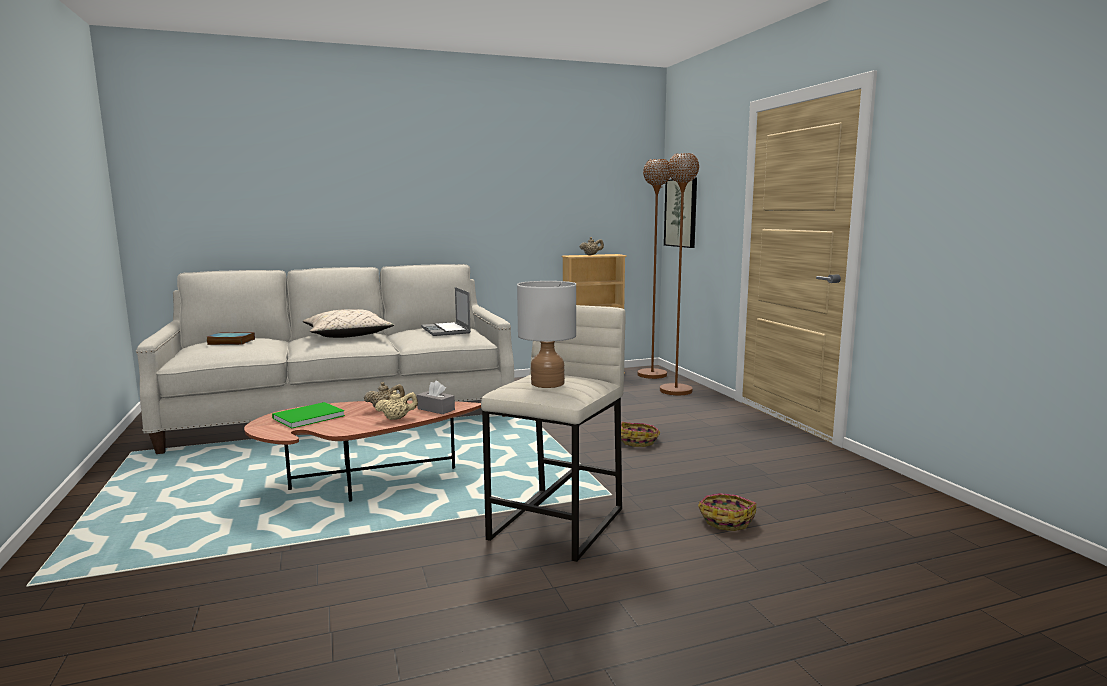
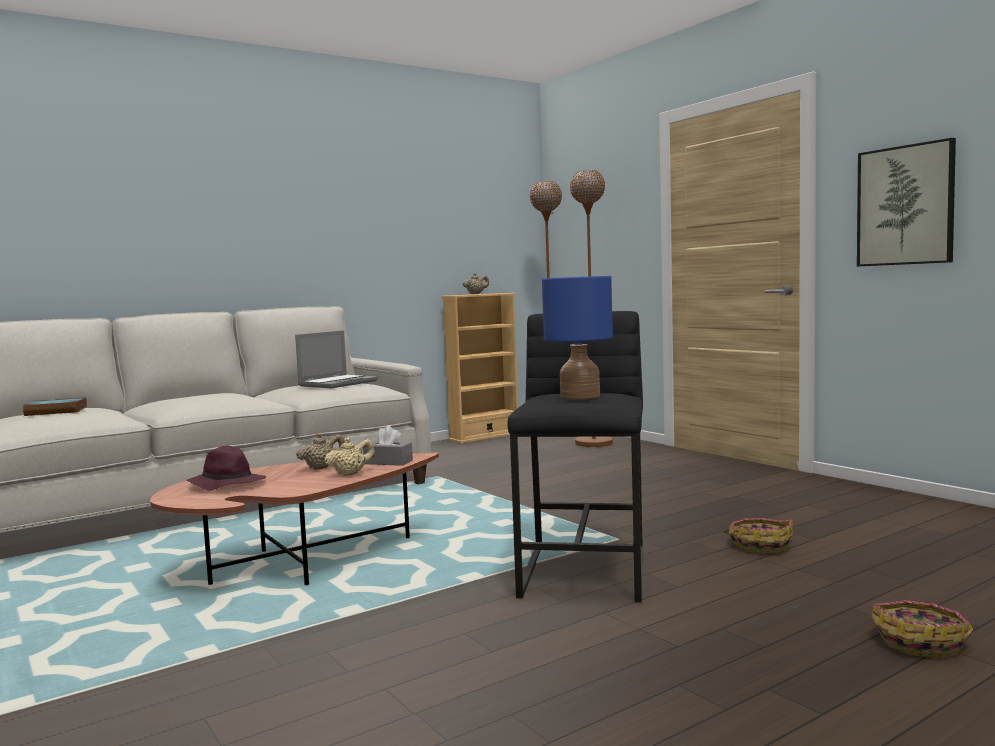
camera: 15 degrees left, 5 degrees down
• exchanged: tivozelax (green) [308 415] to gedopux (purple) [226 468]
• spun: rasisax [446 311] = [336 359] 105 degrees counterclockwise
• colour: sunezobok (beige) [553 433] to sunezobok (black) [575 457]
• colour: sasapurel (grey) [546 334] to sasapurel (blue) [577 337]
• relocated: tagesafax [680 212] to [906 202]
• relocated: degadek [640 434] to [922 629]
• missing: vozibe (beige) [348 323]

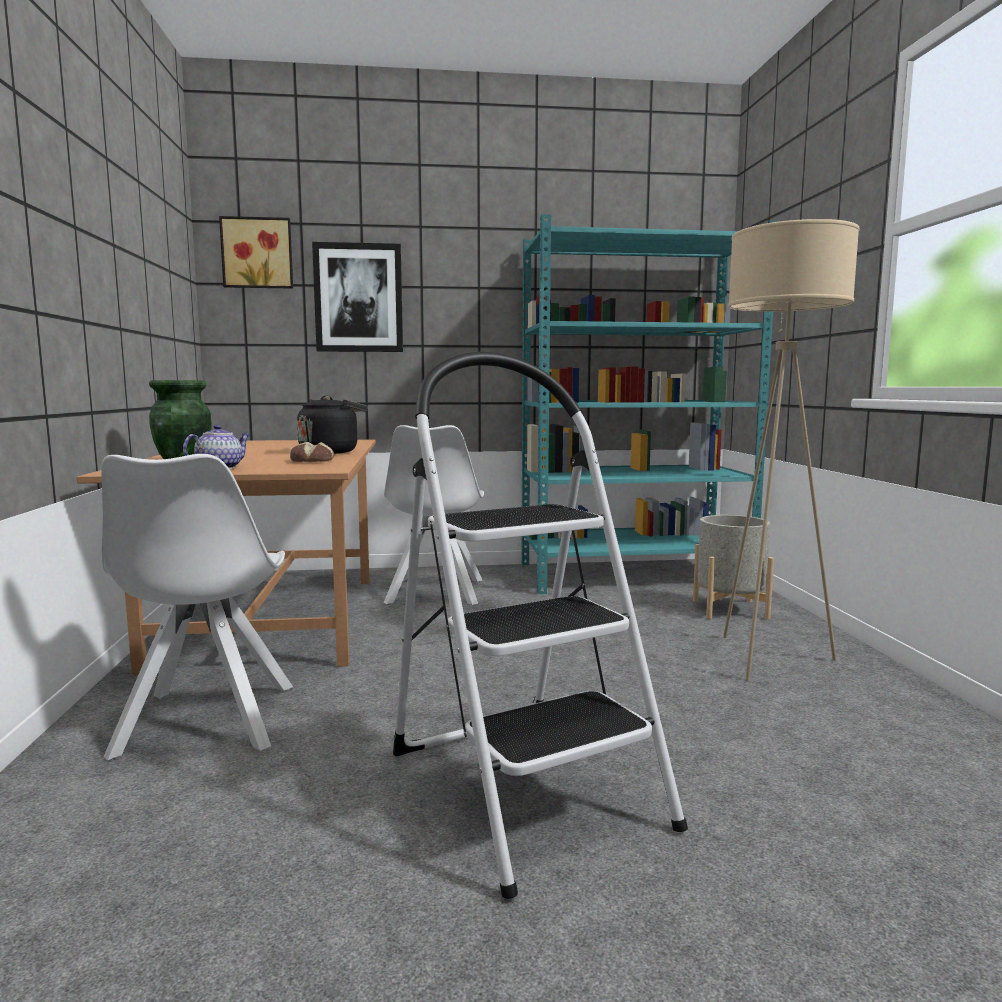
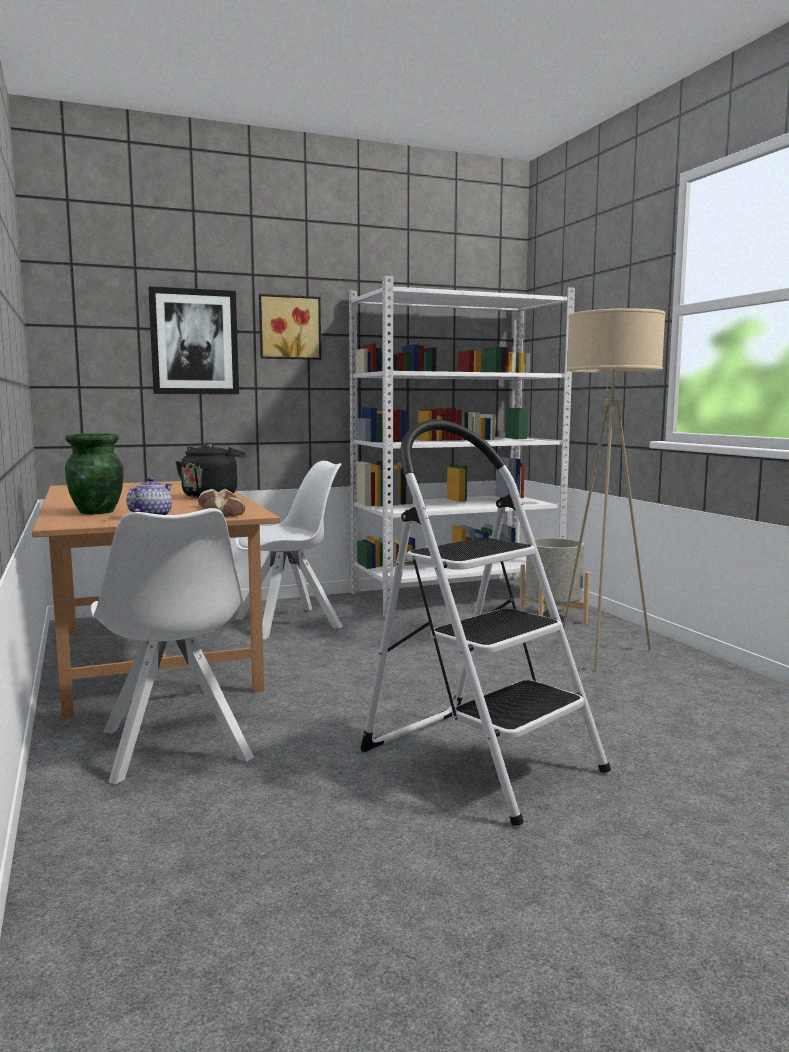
camera: 15 degrees left, 0 degrees up
• appeared: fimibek [224 506]
• spun: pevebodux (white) [434 515] = [289 550] 105 degrees counterclockwise
• relocated: tagesafax [256 252] to [290 327]
• colour: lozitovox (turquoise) [650 404] to lozitovox (white) [462 447]

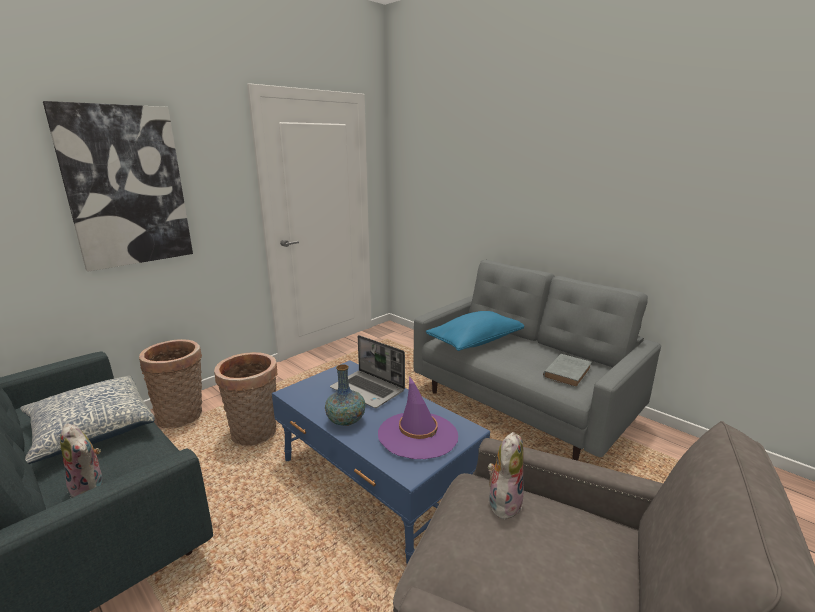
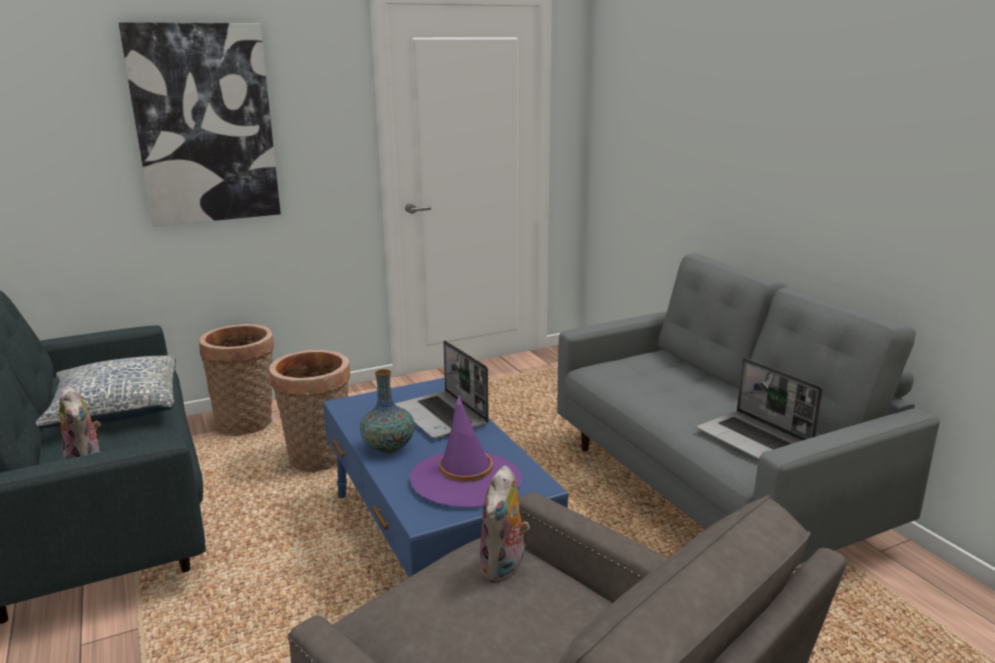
camera: 20 degrees right, 0 degrees up
• spun: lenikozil [506 475] = [505 524] 150 degrees clockwise
• exchanged: tivozelax (grey) [567 371] to rasisax [759 408]
• missing: vozibe (blue) [475 331]

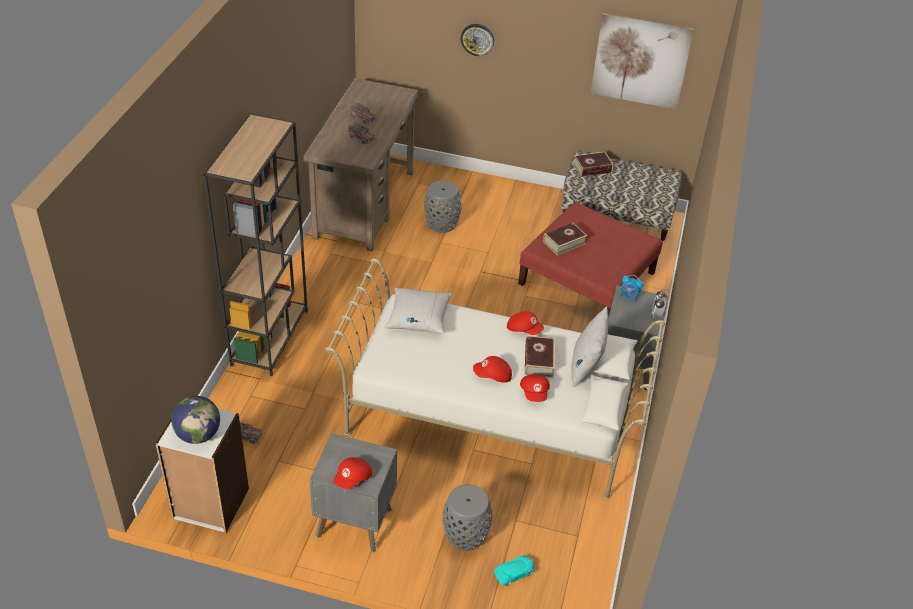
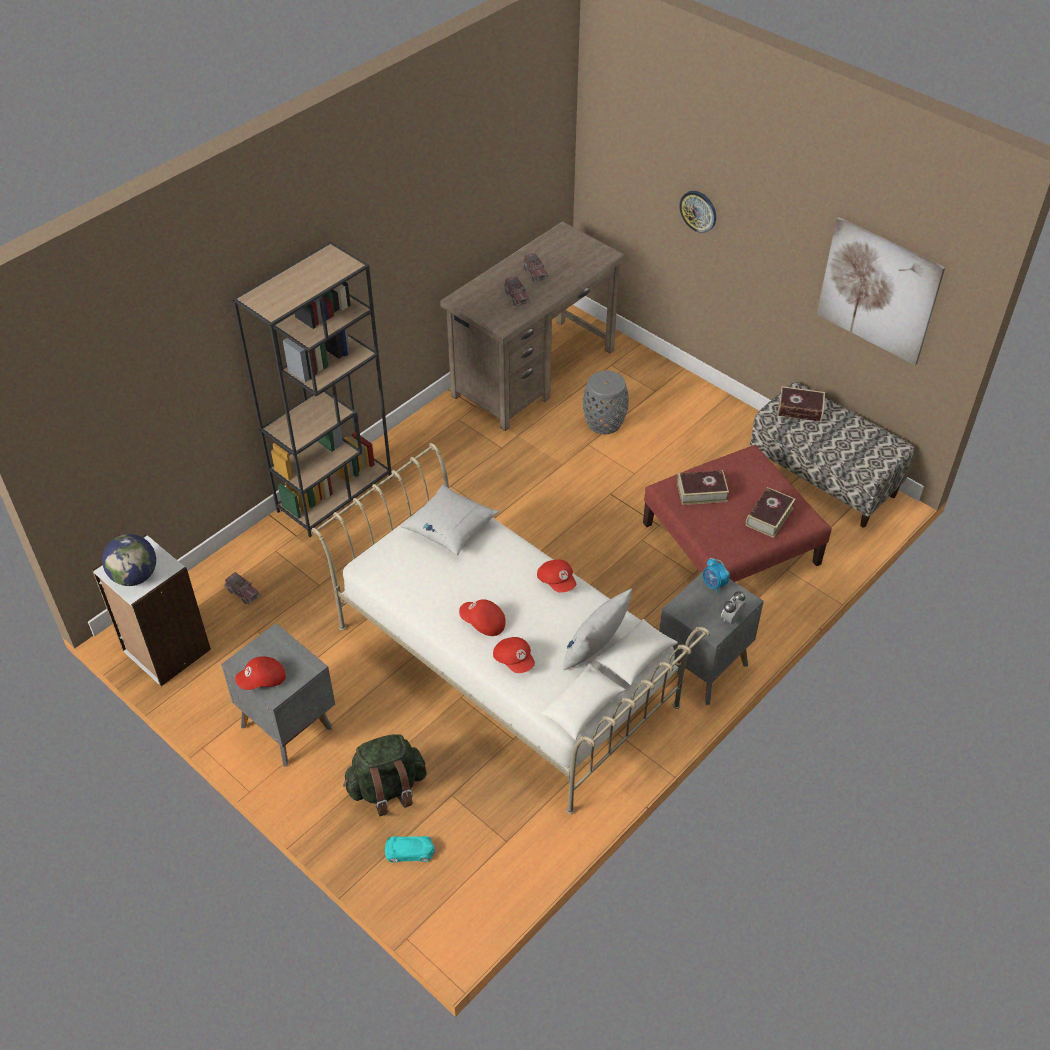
camera: 30 degrees right, 5 degrees up
• exchanged: sunezobok (grey) [467 517] to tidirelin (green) [385 775]
• spun: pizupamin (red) [535 388] = [514 655] 60 degrees counterclockwise
• relocated: tivozelax [540 357] to [771 512]

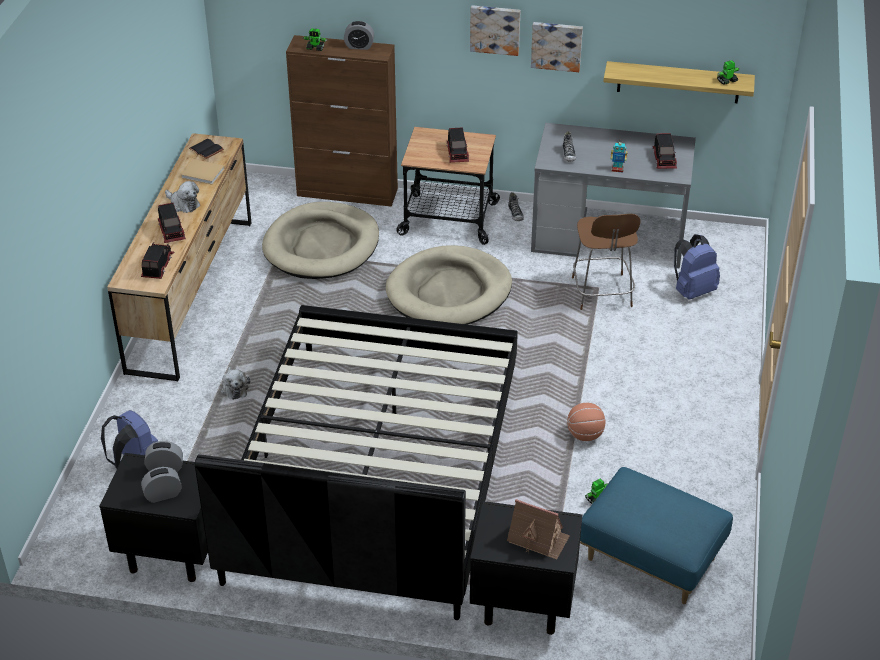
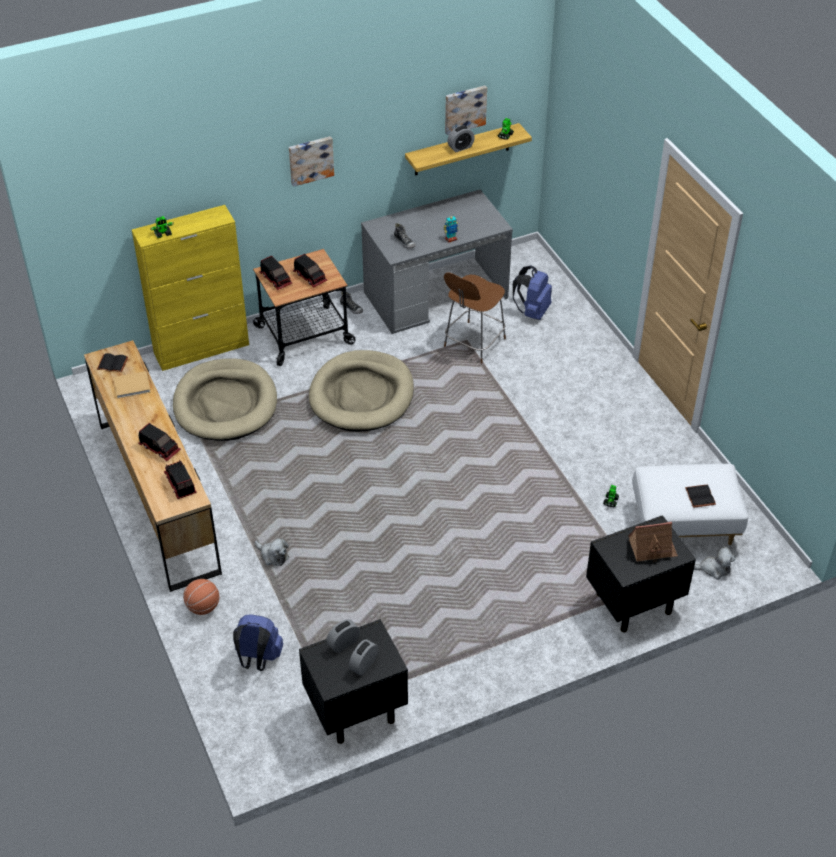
camera: 35 degrees left, 5 degrees up
• colour: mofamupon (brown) [342 121] to mofamupon (yellow) [190 288]
• relocated: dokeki [586 422] to [201 597]
• relocated: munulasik [664 151] to [275 273]
• spun: pevebodux (brown) [606 262] = [475 318] 75 degrees clockwise
• relocated: tagesafax [557 47] to [466 110]
• relocated: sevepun [359 35] to [461 138]
• colour: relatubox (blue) [656 535] to relatubox (white) [690 504]
• appeared: tivozelax (black) [700 496]
• relocated: lenikozil [182 197] to [714 563]
• missing: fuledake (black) [356 462]

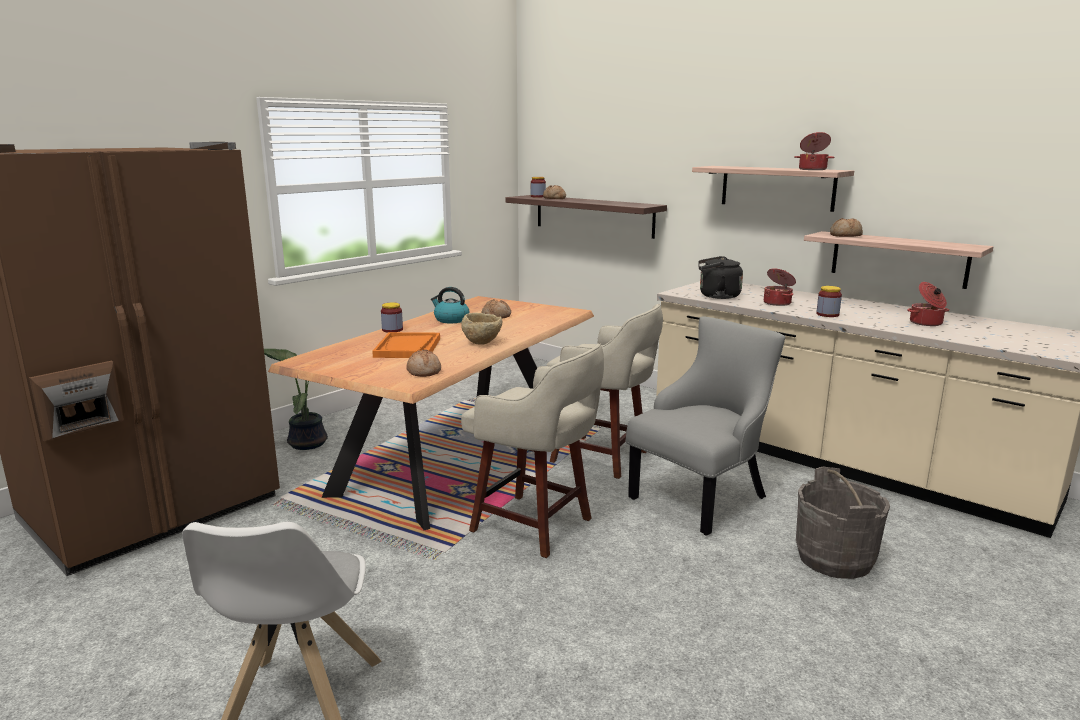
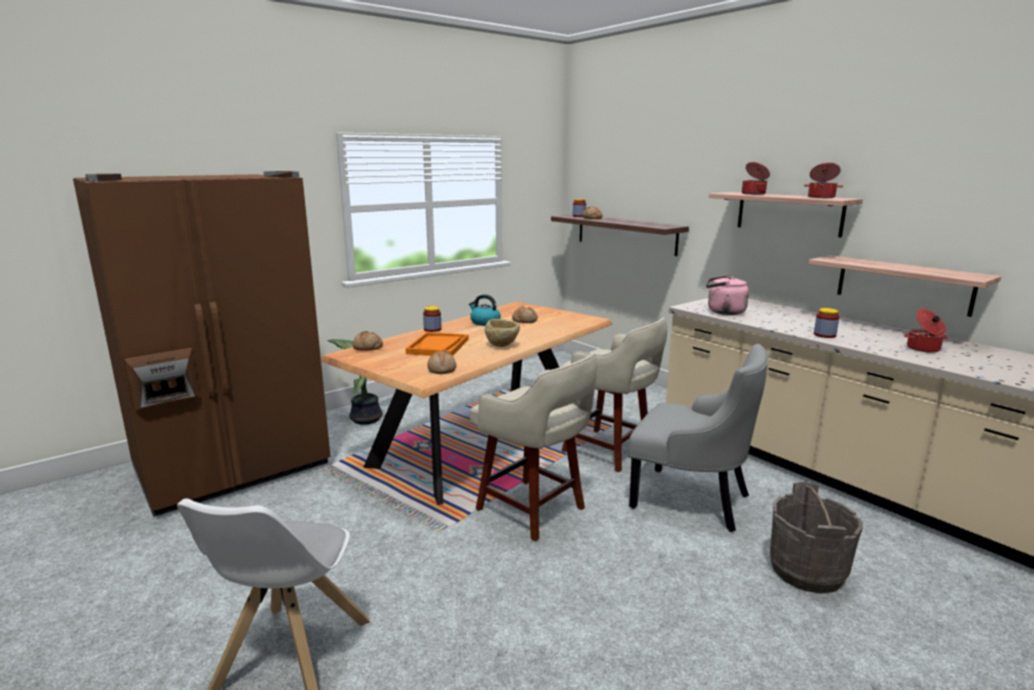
camera: 10 degrees right, 0 degrees up
• relocated: fimibek [846 227] to [367 340]
• spun: pevebodux (grey) [705 426] = [698 438] 60 degrees clockwise
• colour: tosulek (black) [720 277] to tosulek (pink) [727 295]
• relocated: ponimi [780 287] to [756 178]

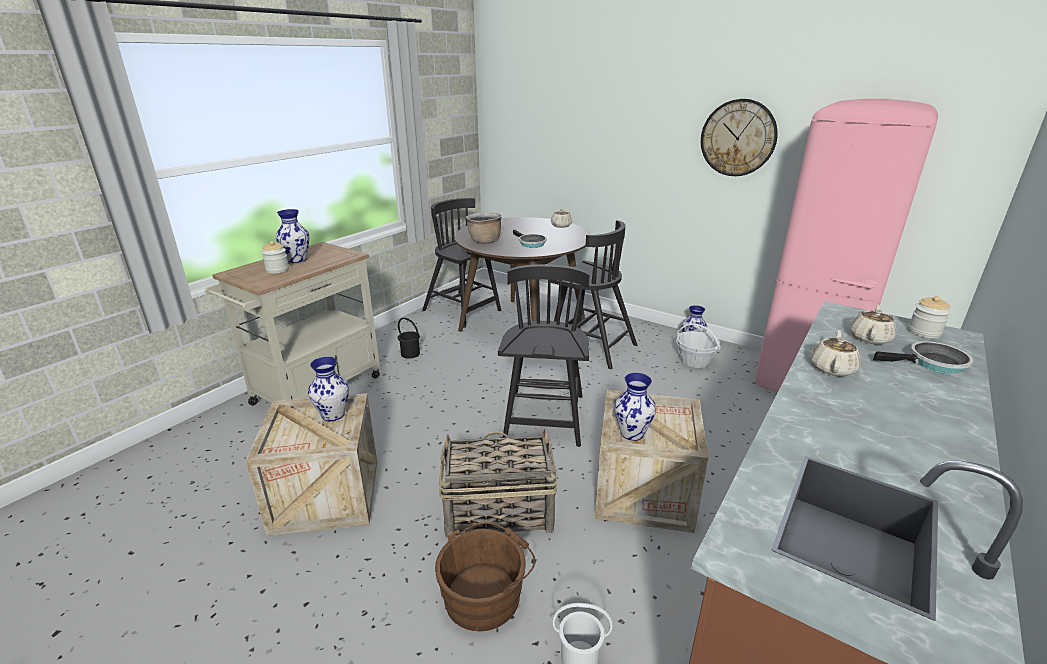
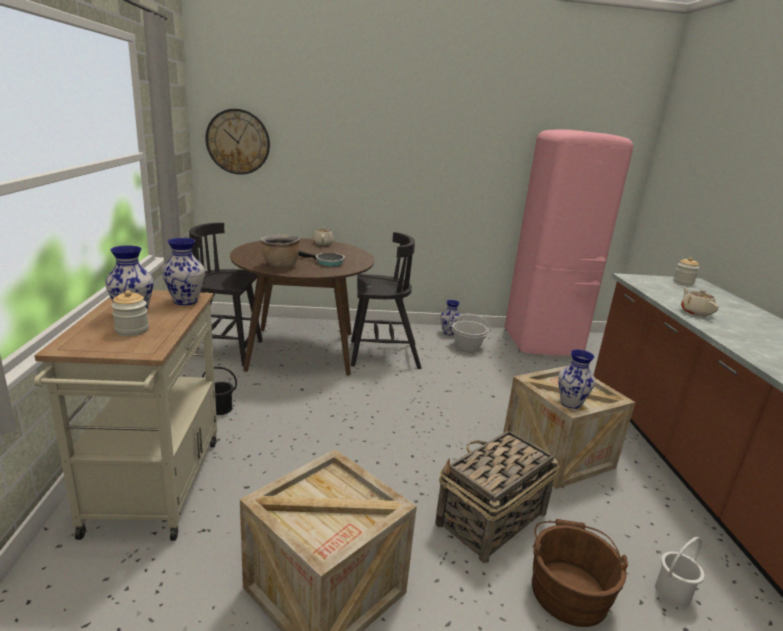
camera: 40 degrees left, 5 degrees down
• relocated: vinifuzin [328 389] to [183 271]
• relocated: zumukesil [739 137] to [237 142]
• missing: pevebodux (black) [544 355]
• missing: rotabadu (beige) [873 325]
• missing: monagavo [923 357]

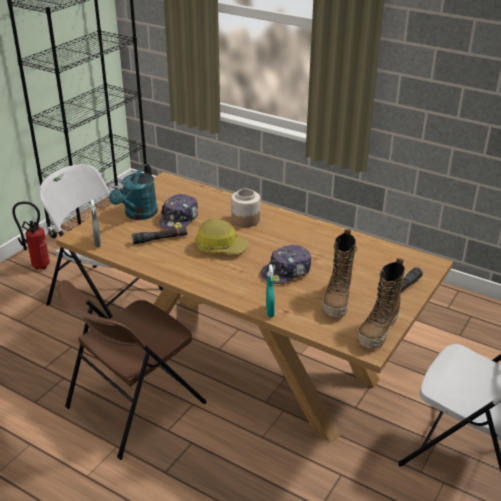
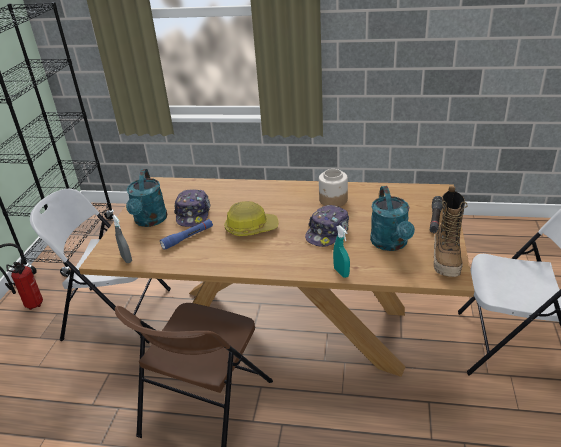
camera: 20 degrees left, 0 degrees up
• colour: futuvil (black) [159 235] to futuvil (blue) [186 234]
• relocated: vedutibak [245 207] to [333 188]
• exchanged: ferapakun [339 273] to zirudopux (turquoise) [392 218]

